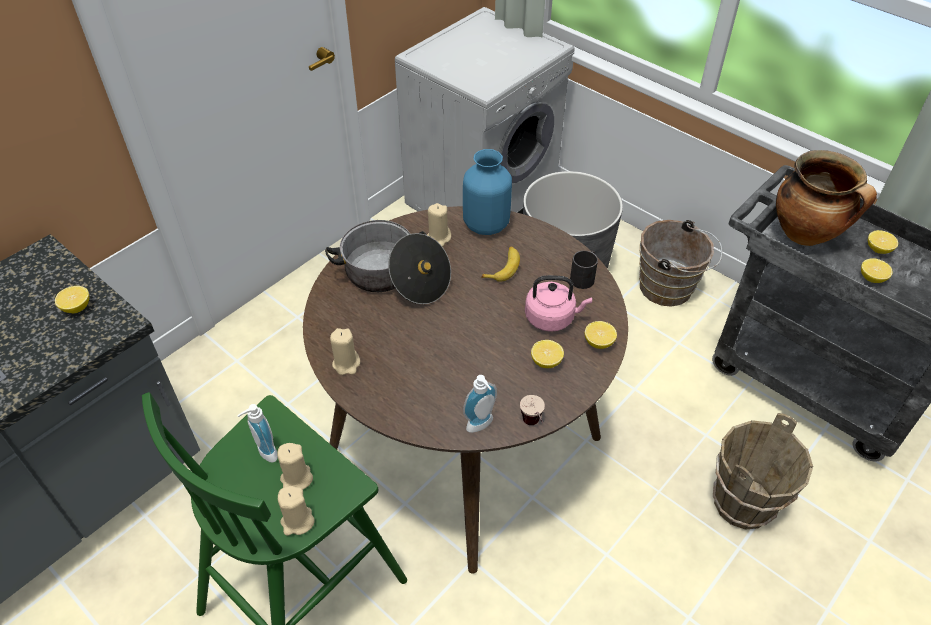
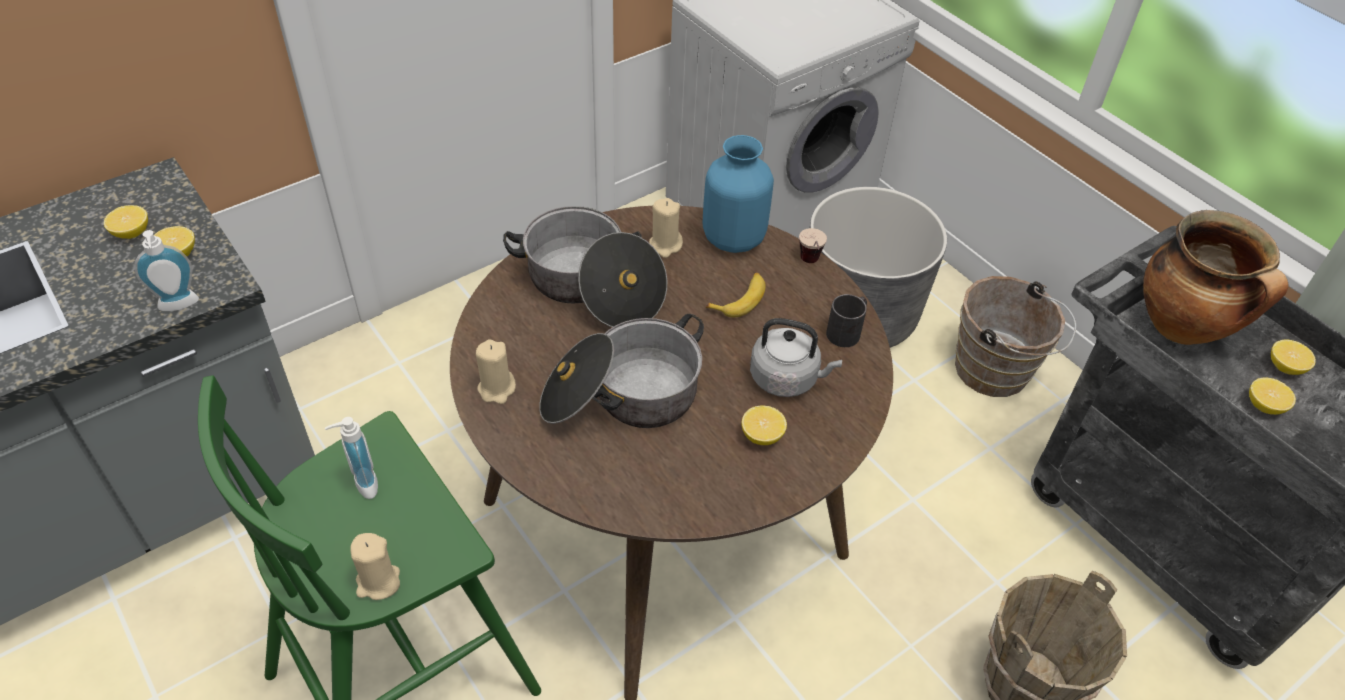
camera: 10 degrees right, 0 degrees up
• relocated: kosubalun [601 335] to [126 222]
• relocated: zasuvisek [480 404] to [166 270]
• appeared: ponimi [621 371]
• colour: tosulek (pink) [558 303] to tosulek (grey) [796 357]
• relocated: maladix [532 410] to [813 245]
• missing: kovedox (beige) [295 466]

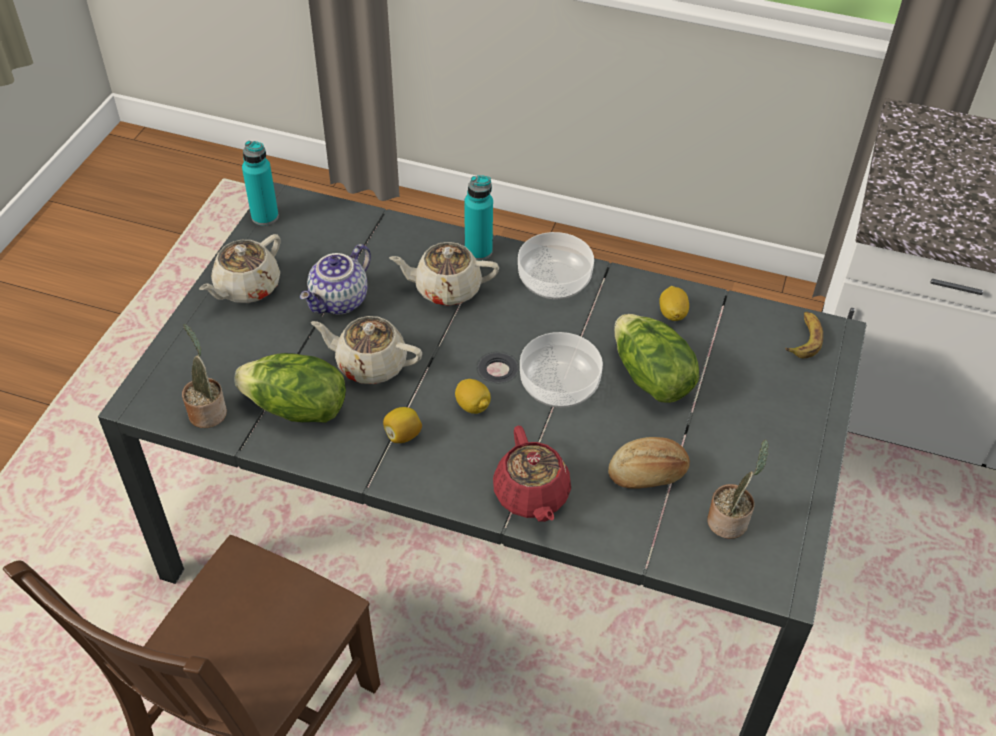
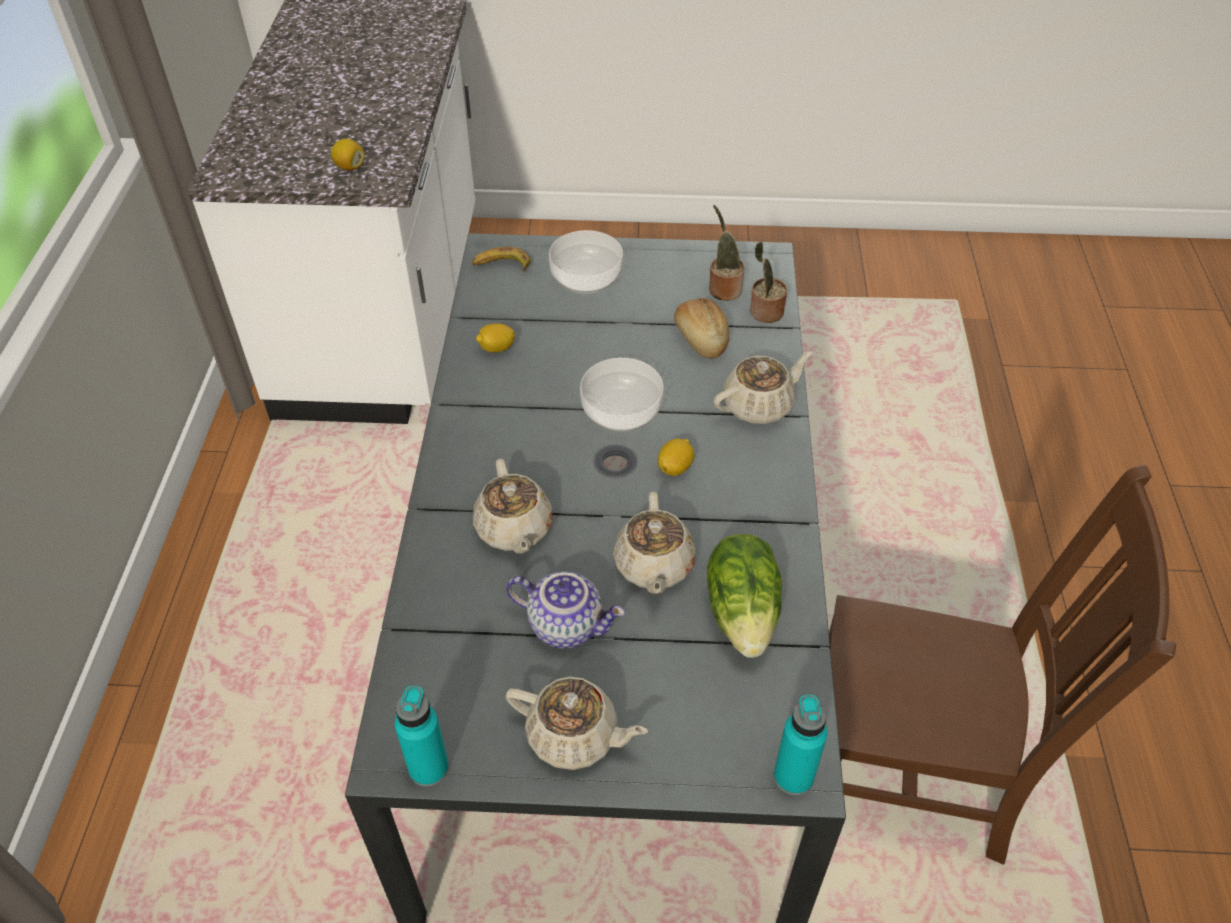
camera: 105 degrees left, 0 degrees up
• relocated: kosubalun [402 425] to [348 154]
• relocated: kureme [556 265] to [586 262]
• colour: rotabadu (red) [532 474] to rotabadu (beige) [763 387]
• relocated: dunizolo [204 376] to [768 282]
• relocated: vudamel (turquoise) [478 218] to [800 744]
• missing: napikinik [656 358]

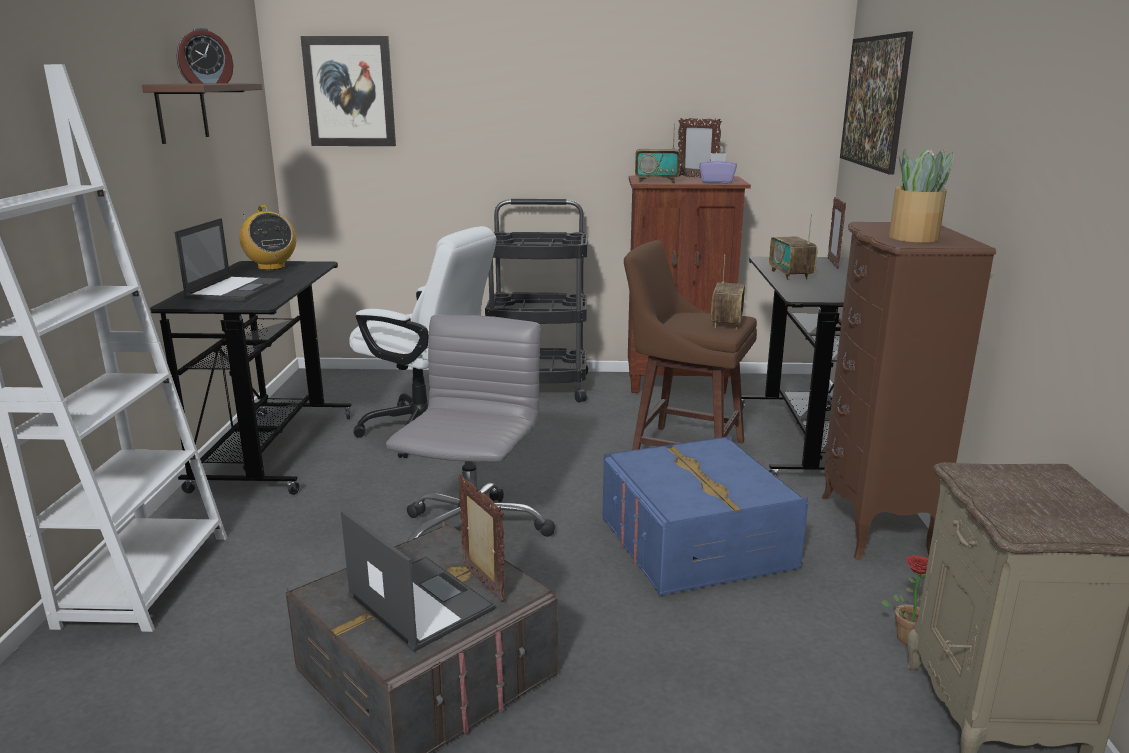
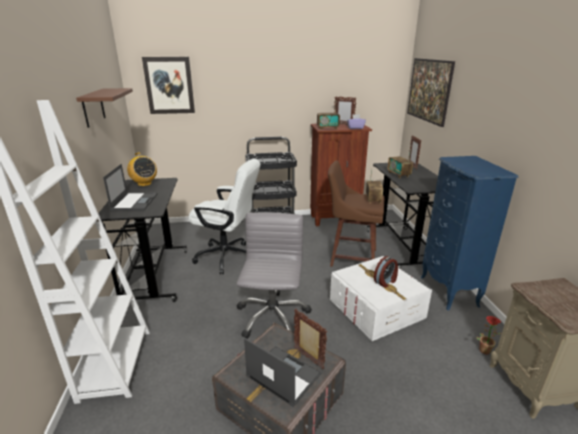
camera: 10 degrees left, 5 degrees up
• colour: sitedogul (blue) [705 516] to sitedogul (white) [381 298]
• relocated: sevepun [205 55] to [386 272]
• colour: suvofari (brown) [909 391] to suvofari (blue) [469 233]
• missing: dunizolo [922 195]

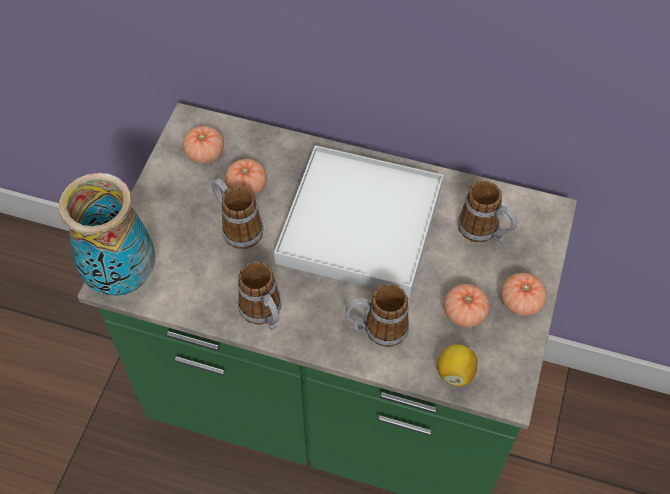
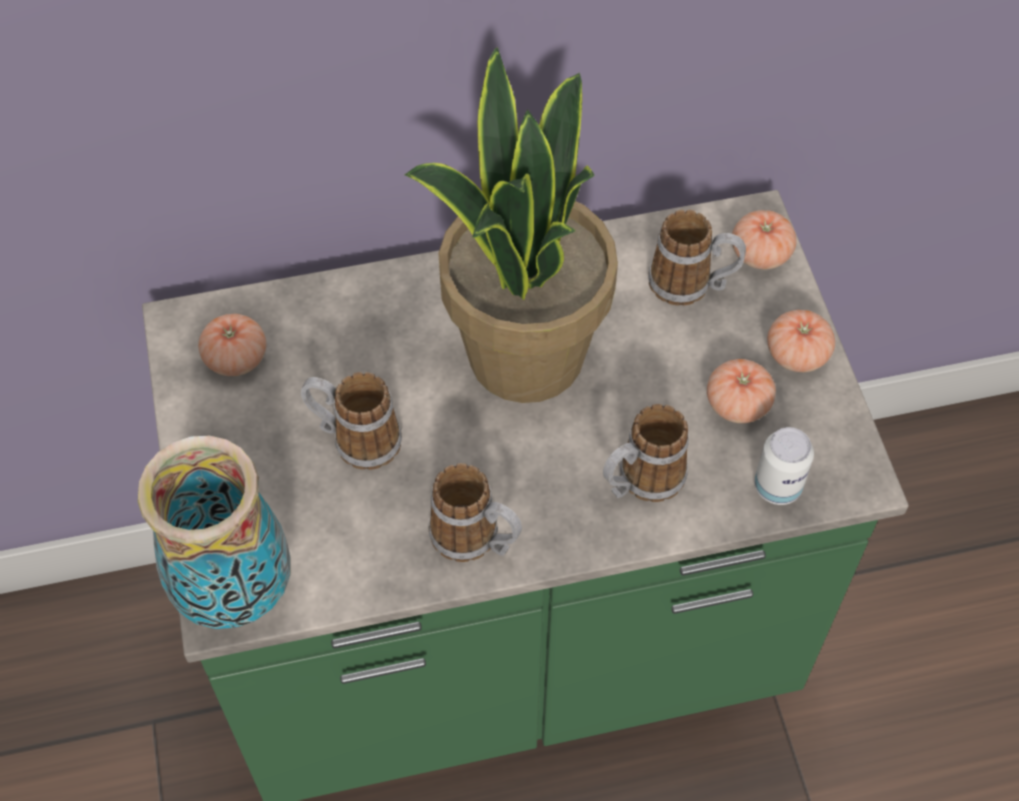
camera: 30 degrees left, 0 degrees up
• exchanged: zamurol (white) [358 221] to dunizolo [511 225]
• relocated: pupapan [246 177] to [764 239]
• exchanged: kosubalun [457 365] to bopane [784 466]

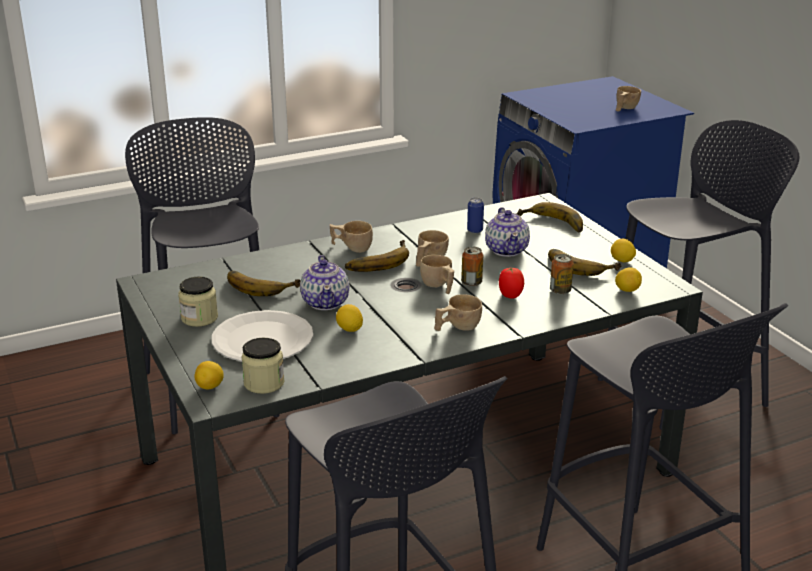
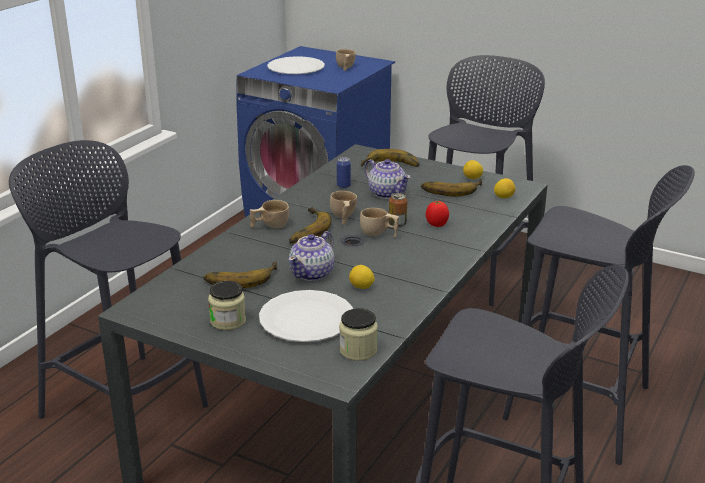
camera: 35 degrees left, 0 degrees up
• appeared: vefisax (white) [296 65]
• spun: rotabadu [324 282] = [311 256] 75 degrees clockwise
• missing: kosubalun [209 375]
• missing: maladix (beige) [458 312]
• missing: bopane [562 274]

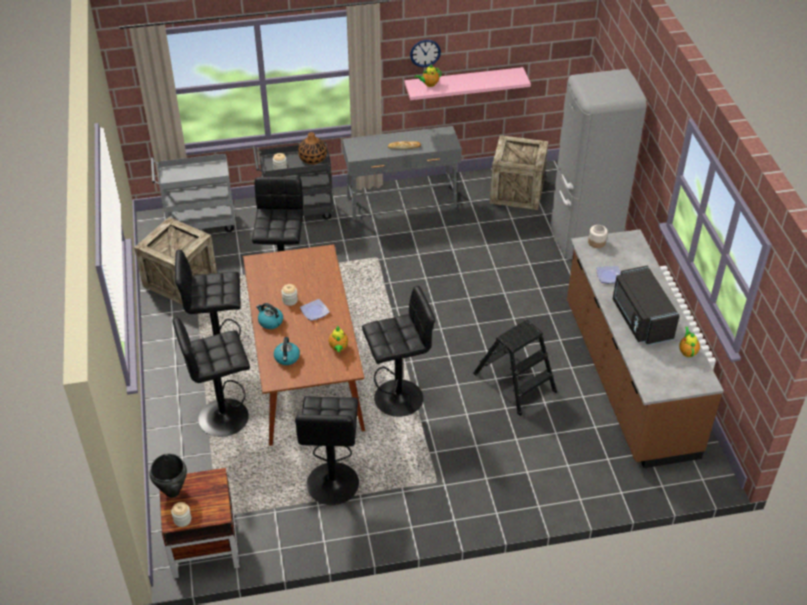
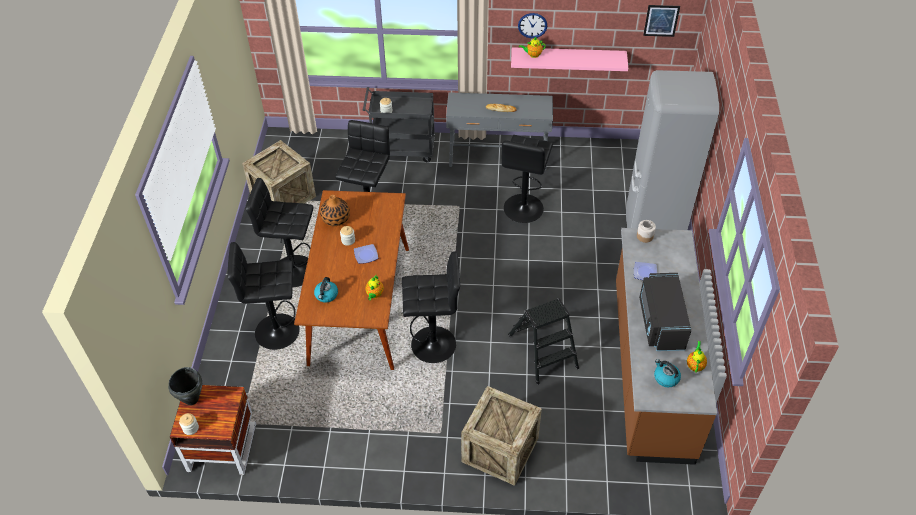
camera: 15 degrees right, 5 degrees up
• relocated: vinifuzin [312 148] to [335 210]
• relocated: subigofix [519 172] to [501 436]
• relocated: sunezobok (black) [327 450] to [527 179]
• appeared: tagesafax [661 21]
• relocated: tosulek [269 316] to [667 373]
• missing: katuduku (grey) [193 193]

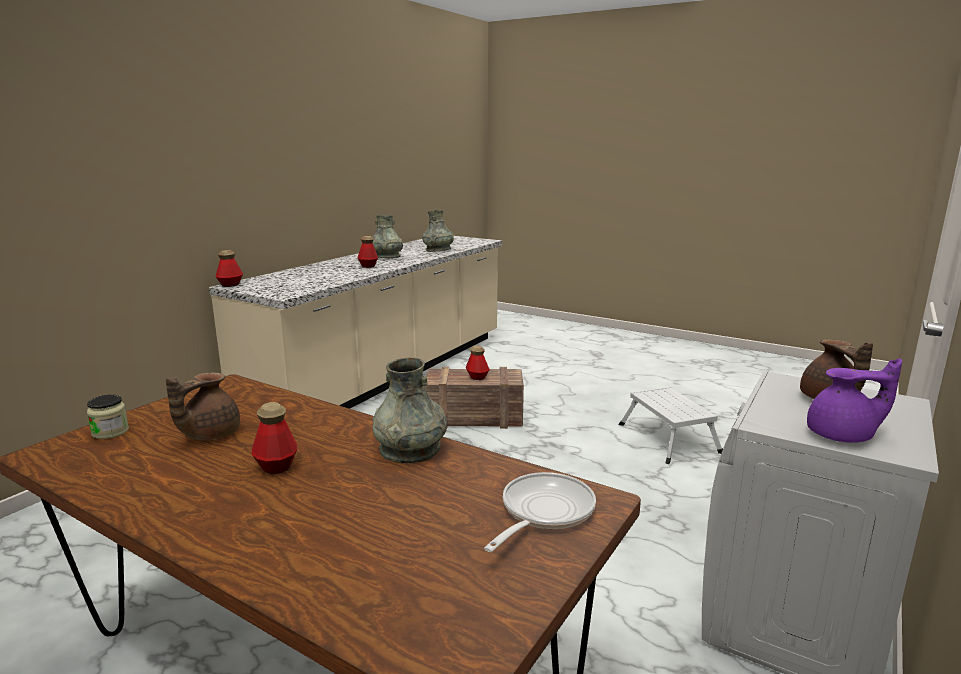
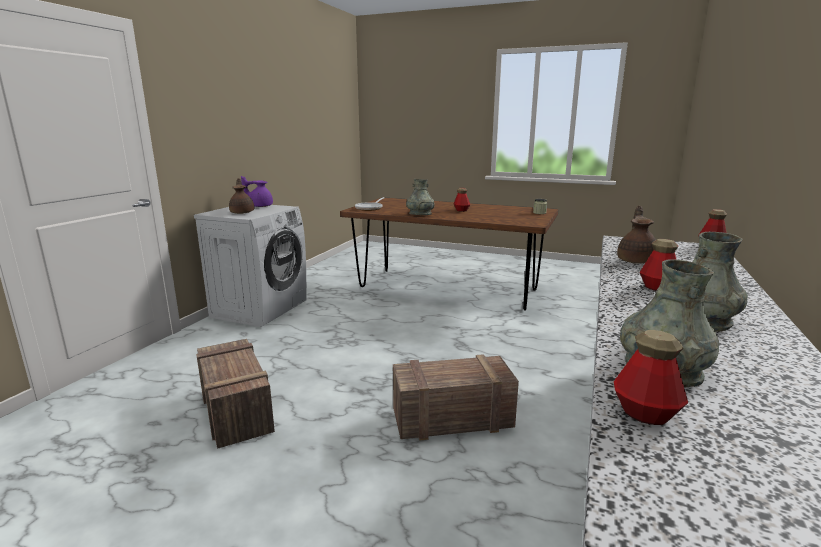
camera: 170 degrees right, 0 degrees up
• exchanged: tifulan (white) [670 425] to subigofix [235 394]
• relocated: vudamel [478 362] to [651 377]
• relocated: rotabadu (brown) [203 406] to [636 235]

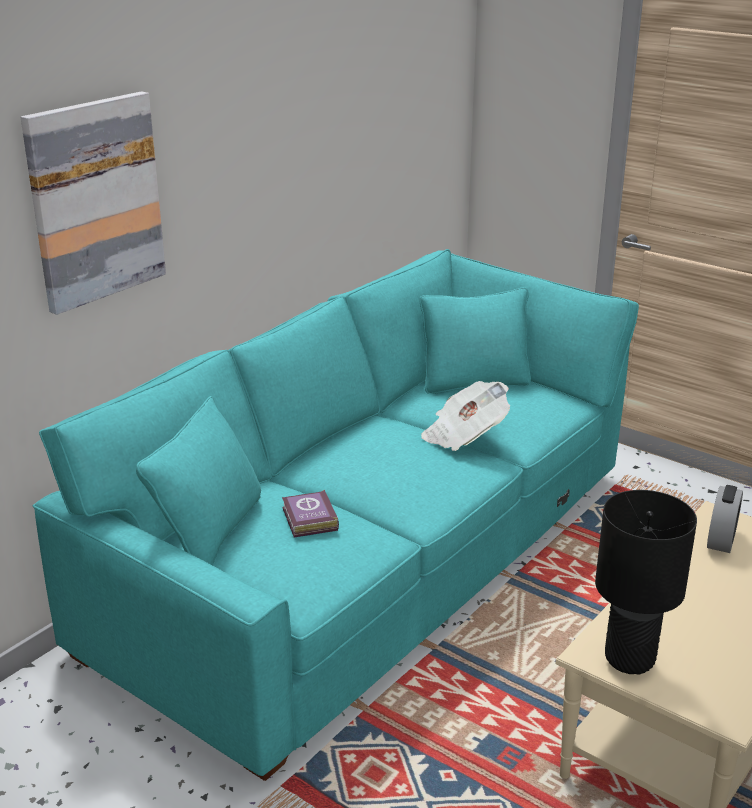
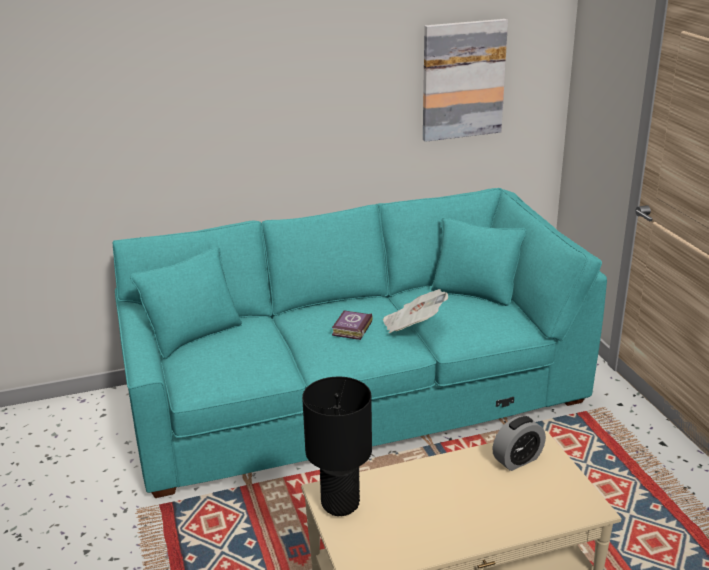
camera: 35 degrees right, 0 degrees up
• relocated: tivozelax [310 514] to [352 325]
• relocated: tagesafax [93 203] to [465 80]

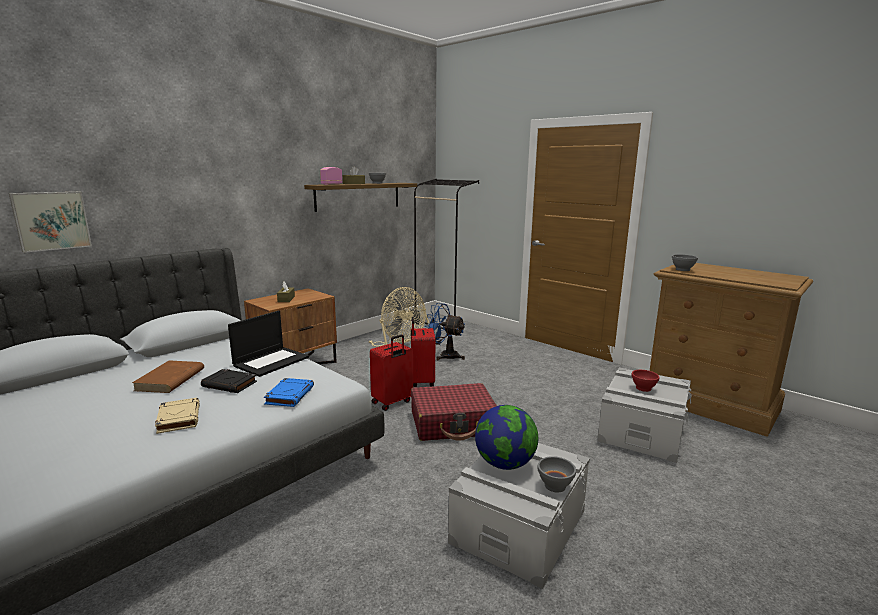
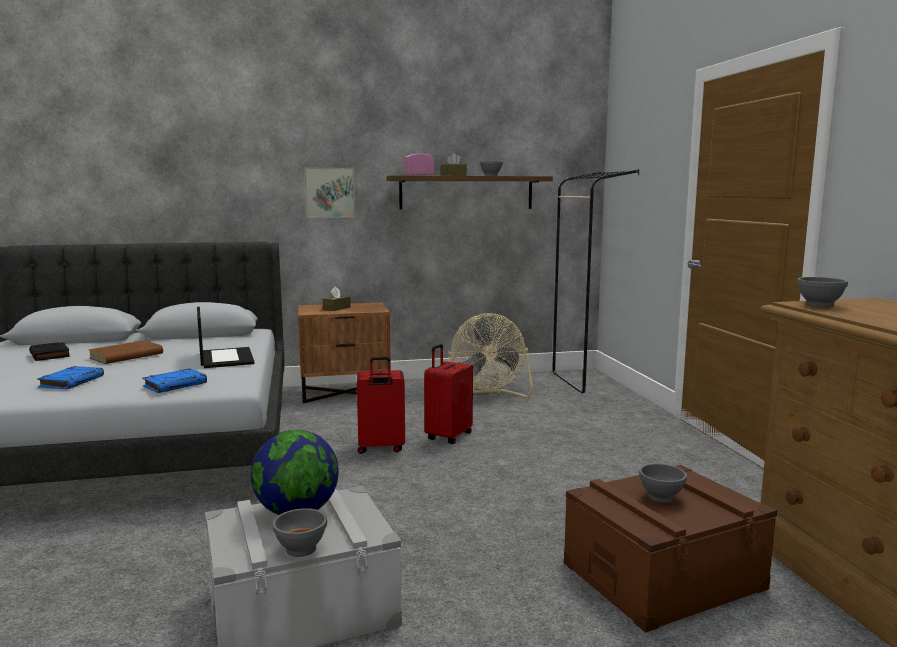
camera: 35 degrees right, 5 degrees down
• relocated: tivozelax (black) [229 381] to [49 351]
• colour: tivozelax (beige) [177 416] to tivozelax (blue) [70 377]
• spun: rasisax [268 343] = [226 337] 90 degrees counterclockwise
• relocated: tagesafax [50 222] to [329 193]
• colour: sitedogul (grey) [644 415] to sitedogul (brown) [670 549]
• colour: kureme (red) [645 381] to kureme (grey) [663 483]
• missing: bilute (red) [454 412]
• missing: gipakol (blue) [445 331]

